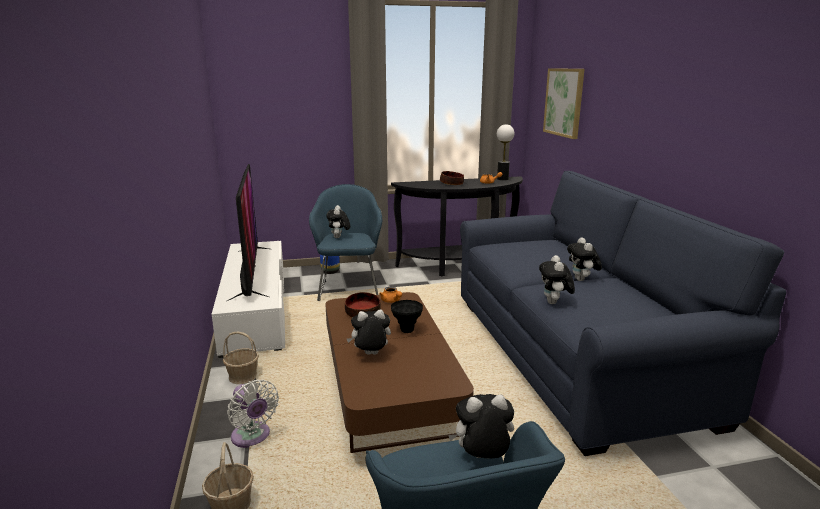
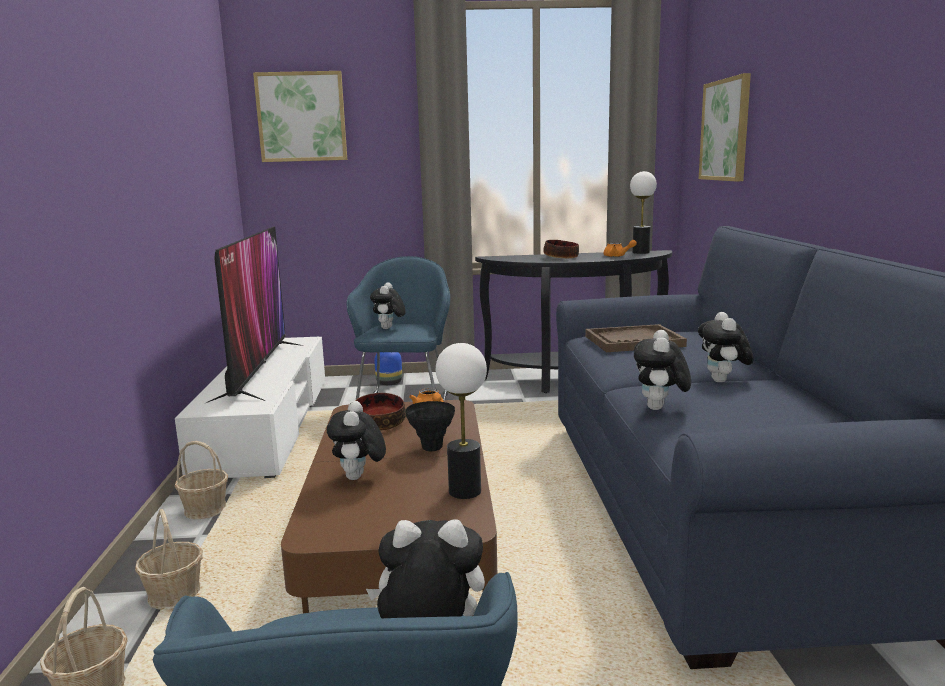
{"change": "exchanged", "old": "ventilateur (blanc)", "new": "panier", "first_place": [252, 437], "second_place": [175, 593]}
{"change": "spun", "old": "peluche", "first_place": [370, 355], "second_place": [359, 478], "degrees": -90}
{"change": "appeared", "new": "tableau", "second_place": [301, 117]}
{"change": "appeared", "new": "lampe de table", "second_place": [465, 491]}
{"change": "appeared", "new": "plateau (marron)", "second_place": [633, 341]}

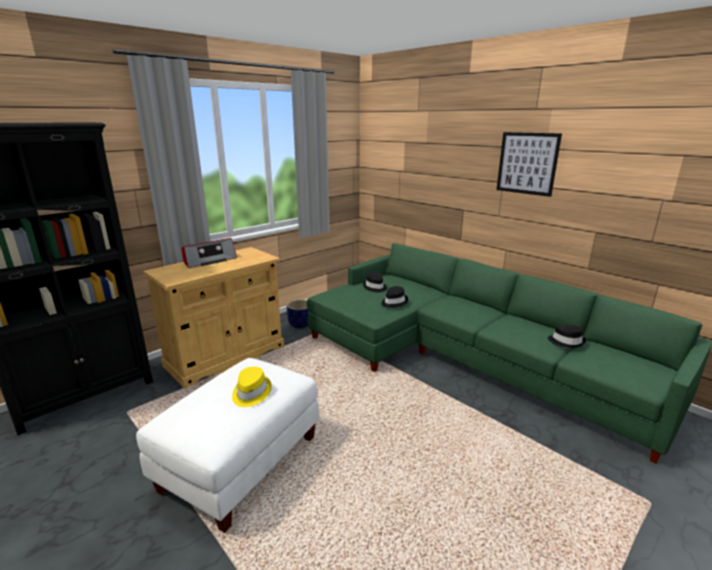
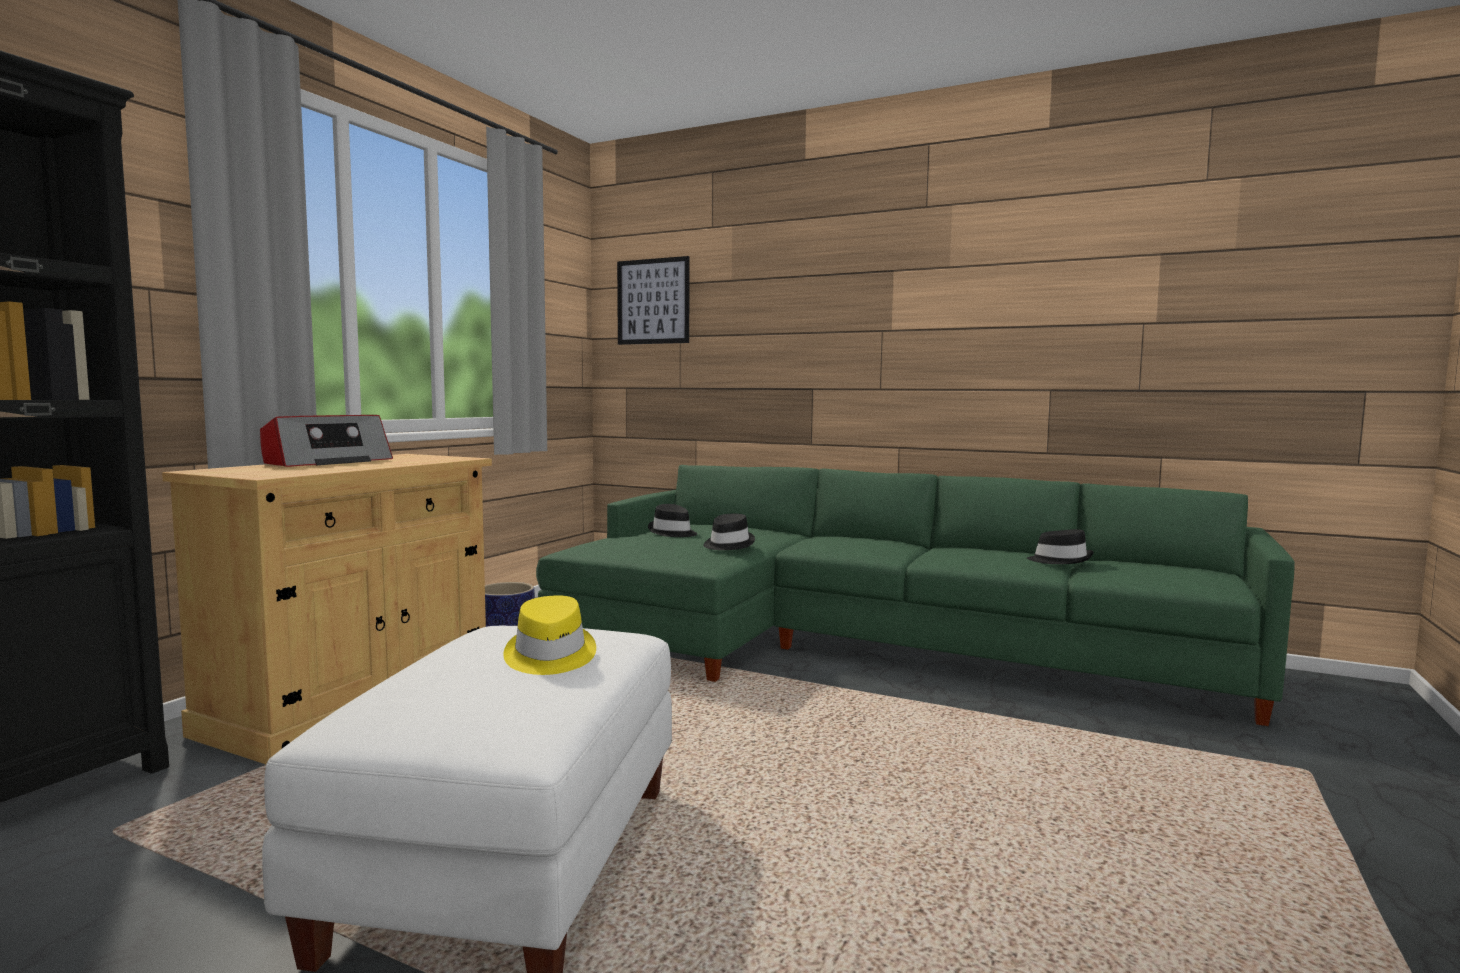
{"change": "relocated", "old": "tableau", "first_place": [527, 163], "second_place": [653, 301]}

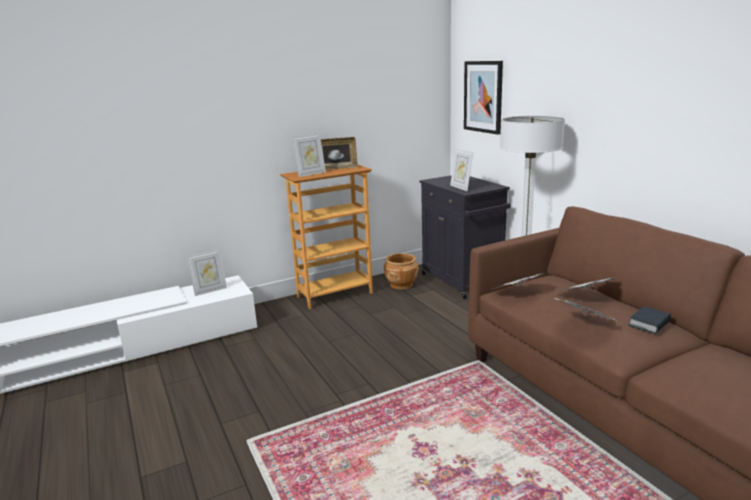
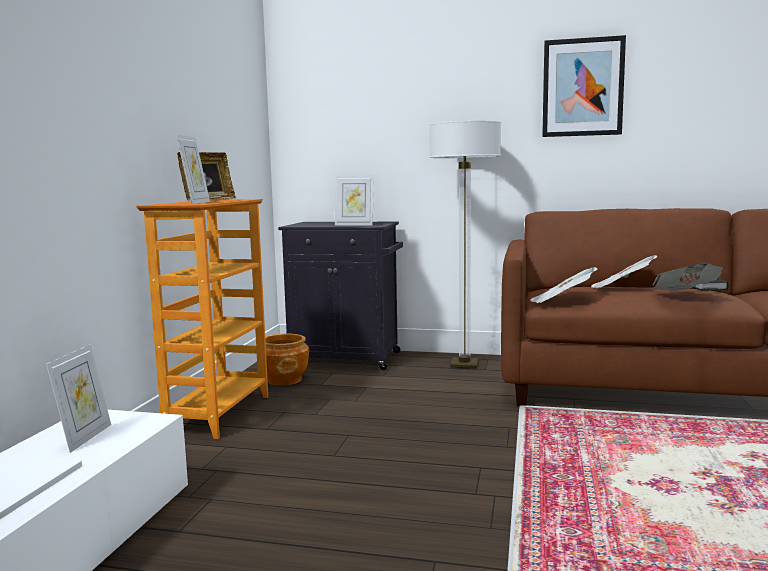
{"change": "relocated", "old": "tableau", "first_place": [483, 97], "second_place": [582, 87]}

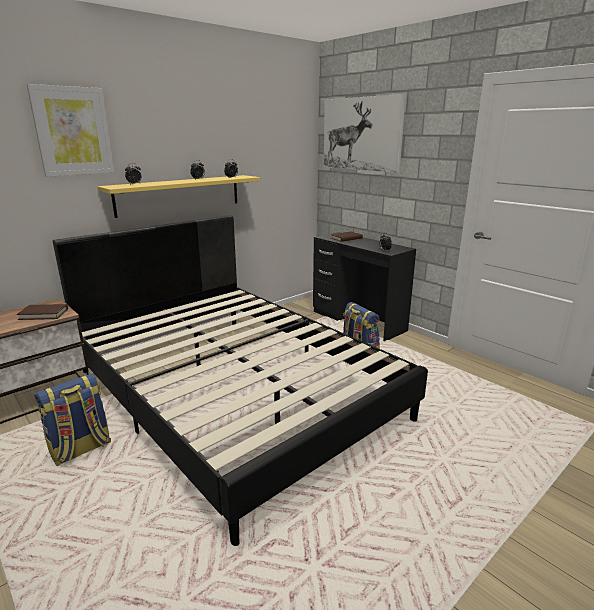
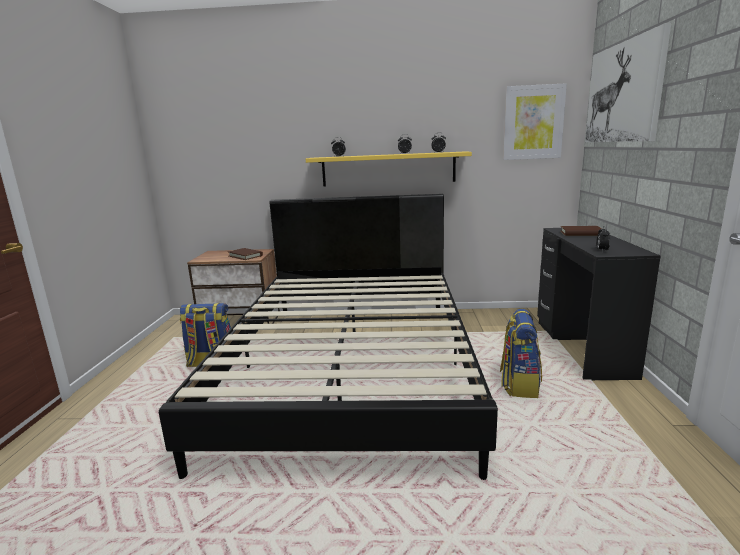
{"change": "relocated", "old": "tableau", "first_place": [73, 131], "second_place": [533, 122]}

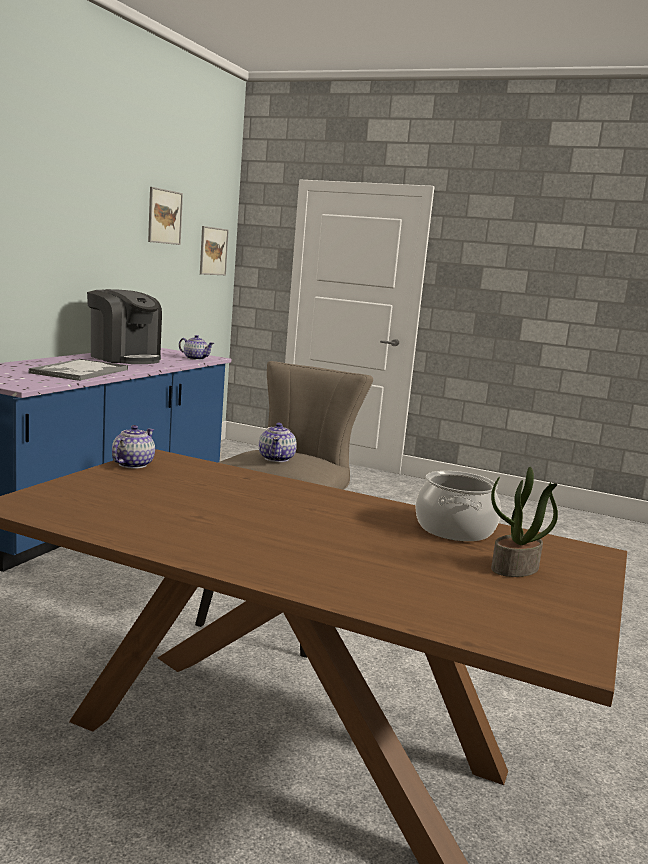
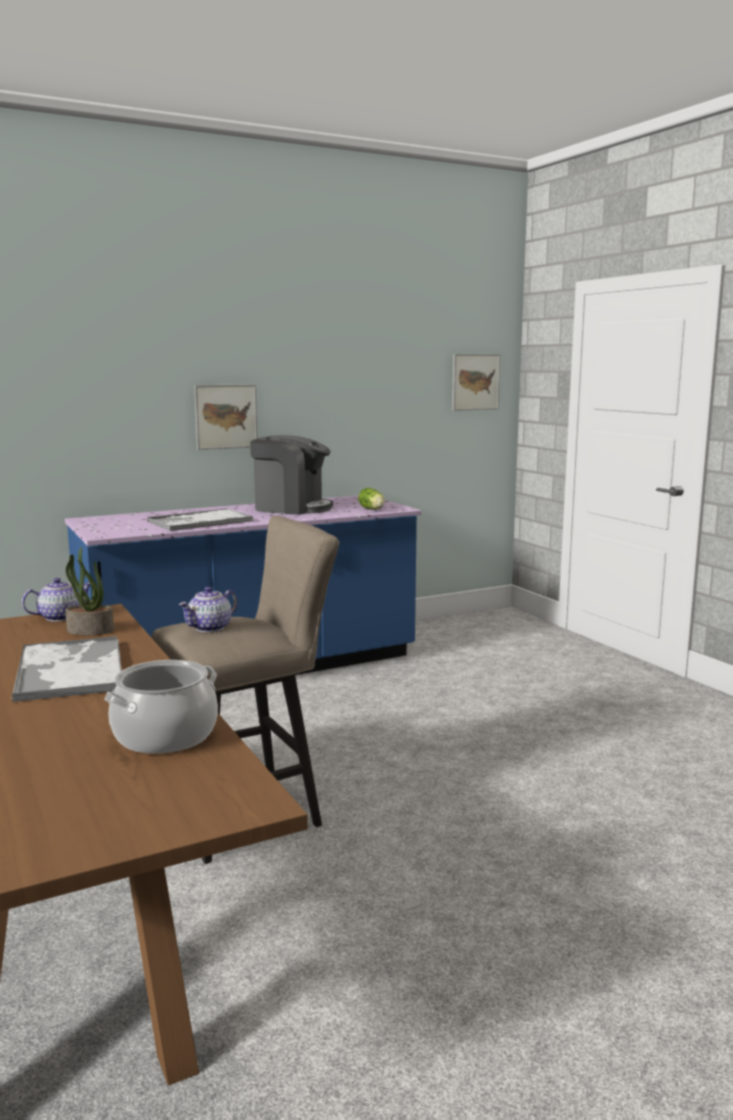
{"change": "spun", "old": "machine à café", "first_place": [124, 358], "second_place": [291, 508], "degrees": -60}
{"change": "relocated", "old": "tableau", "first_place": [164, 216], "second_place": [226, 416]}
{"change": "exchanged", "old": "théière", "new": "laitue", "first_place": [195, 358], "second_place": [372, 509]}
{"change": "relocated", "old": "plante en pot", "first_place": [515, 569], "second_place": [89, 631]}
{"change": "appeared", "new": "plateau", "second_place": [70, 669]}

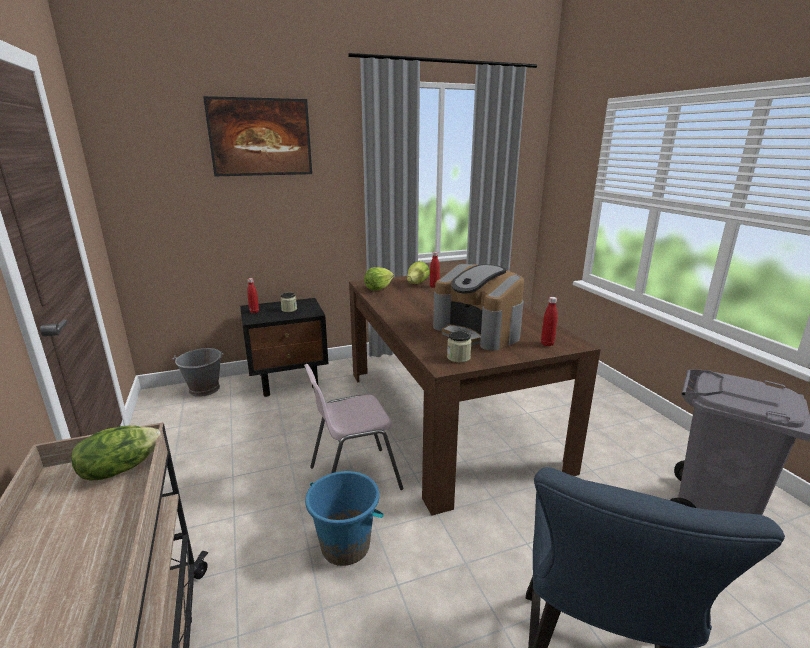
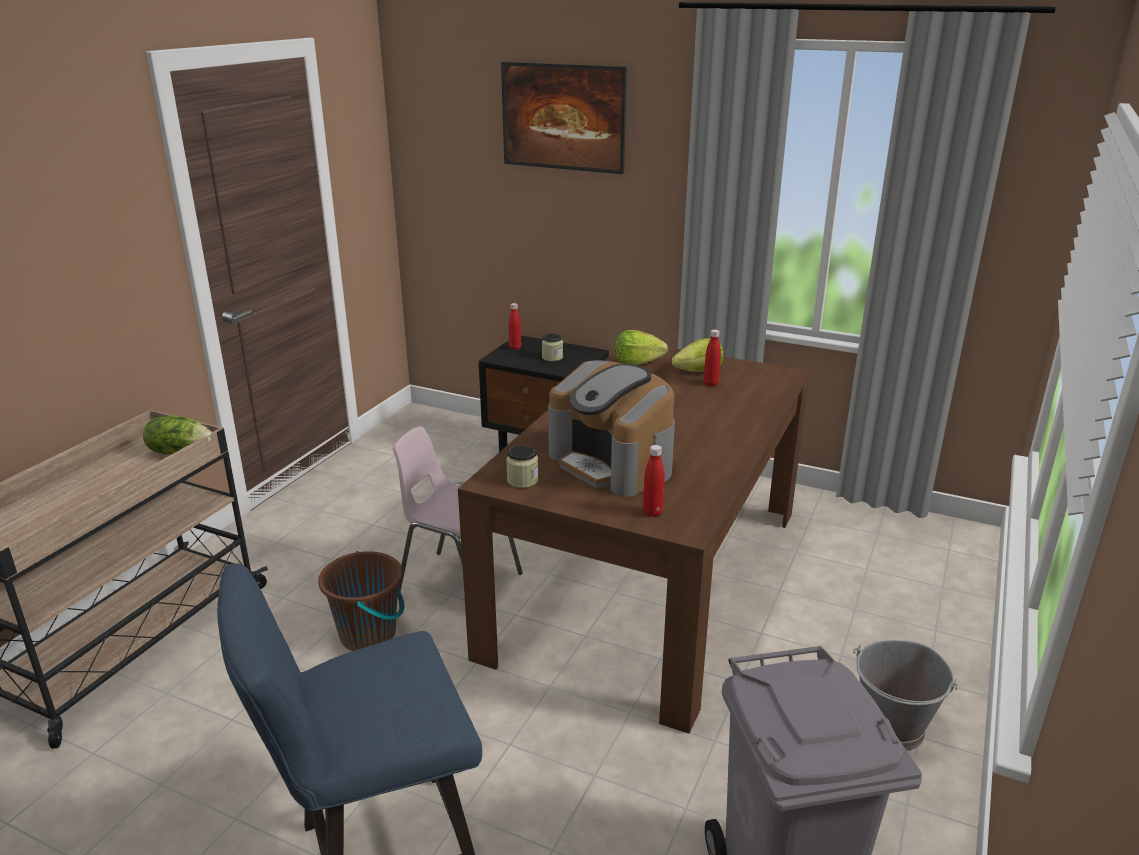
{"change": "relocated", "old": "seau (gris)", "first_place": [205, 389], "second_place": [893, 728]}
{"change": "colour", "old": "seau (bleu)", "new": "seau (marron)", "first_place": [346, 546], "second_place": [368, 635]}
{"change": "spun", "old": "machine à café", "first_place": [478, 332], "second_place": [613, 463], "degrees": -45}

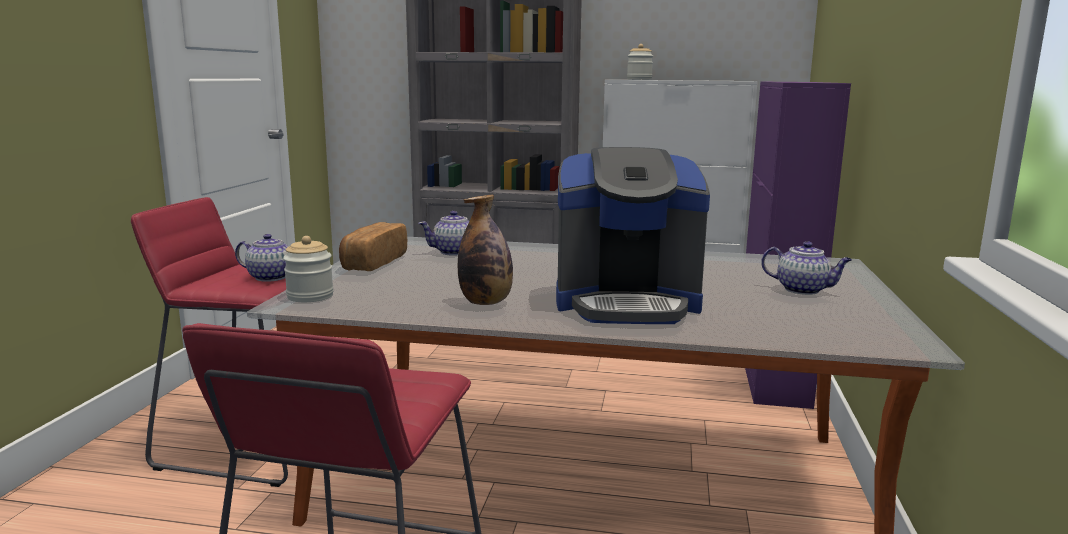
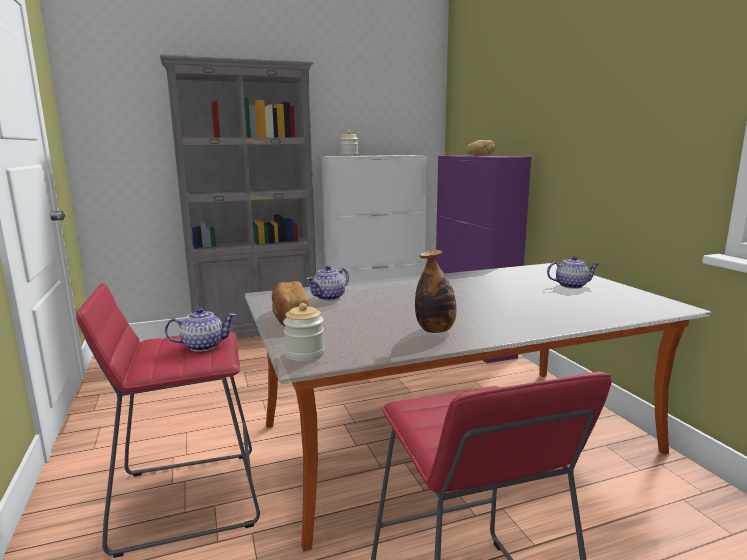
{"change": "missing", "old": "machine à café", "first_place": [627, 303]}
{"change": "appeared", "new": "pain", "second_place": [479, 156]}

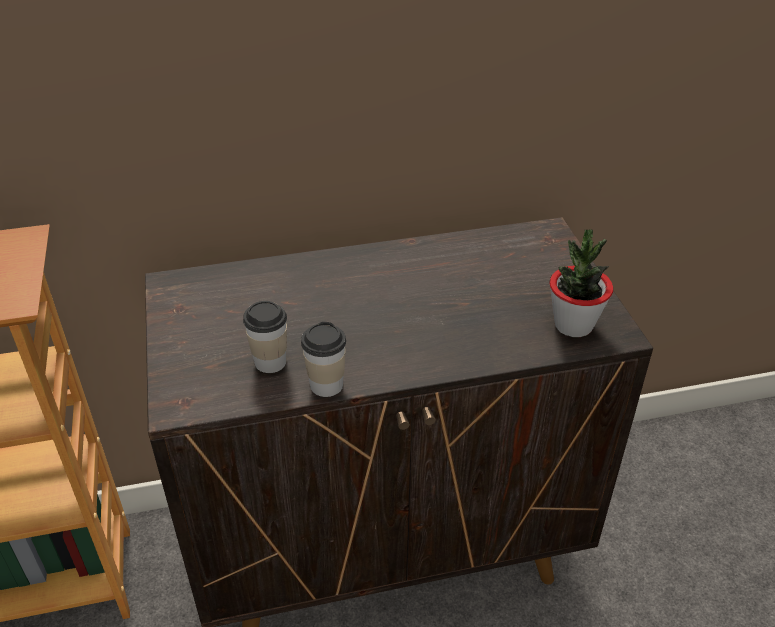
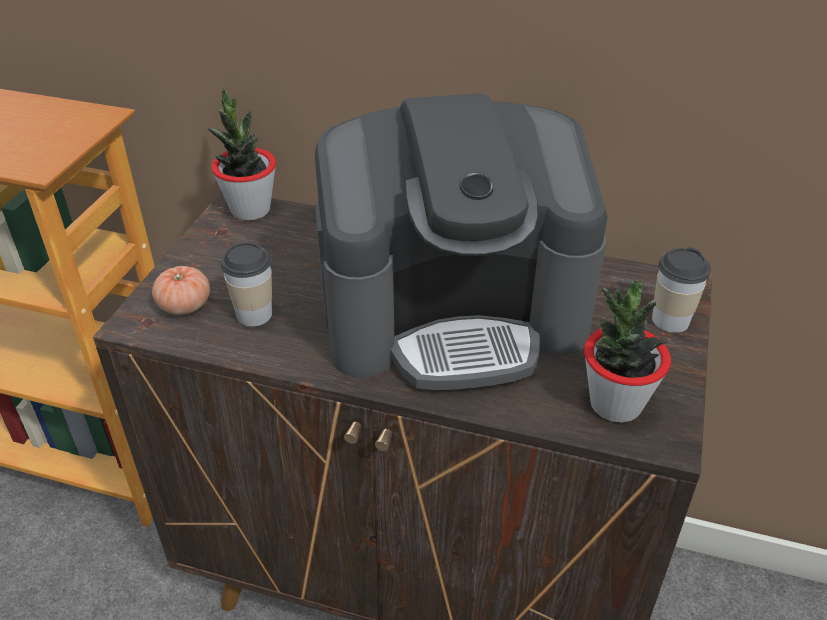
{"change": "relocated", "old": "tasse", "first_place": [326, 385], "second_place": [670, 320]}
{"change": "appeared", "new": "tomate", "second_place": [184, 305]}
{"change": "appeared", "new": "plante en pot", "second_place": [250, 210]}
{"change": "appeared", "new": "machine à café", "second_place": [454, 312]}

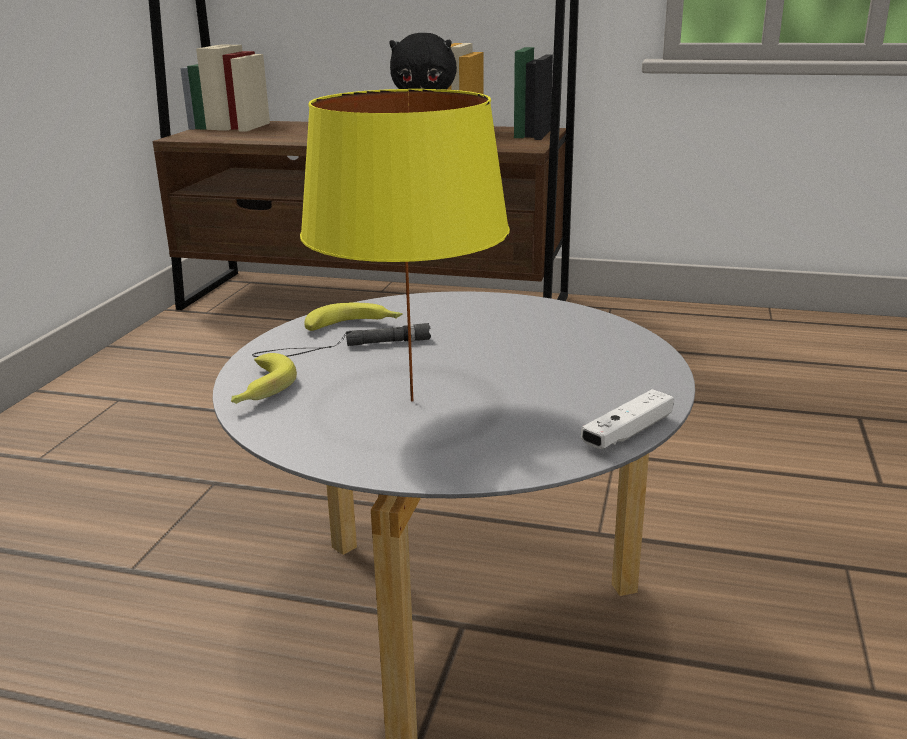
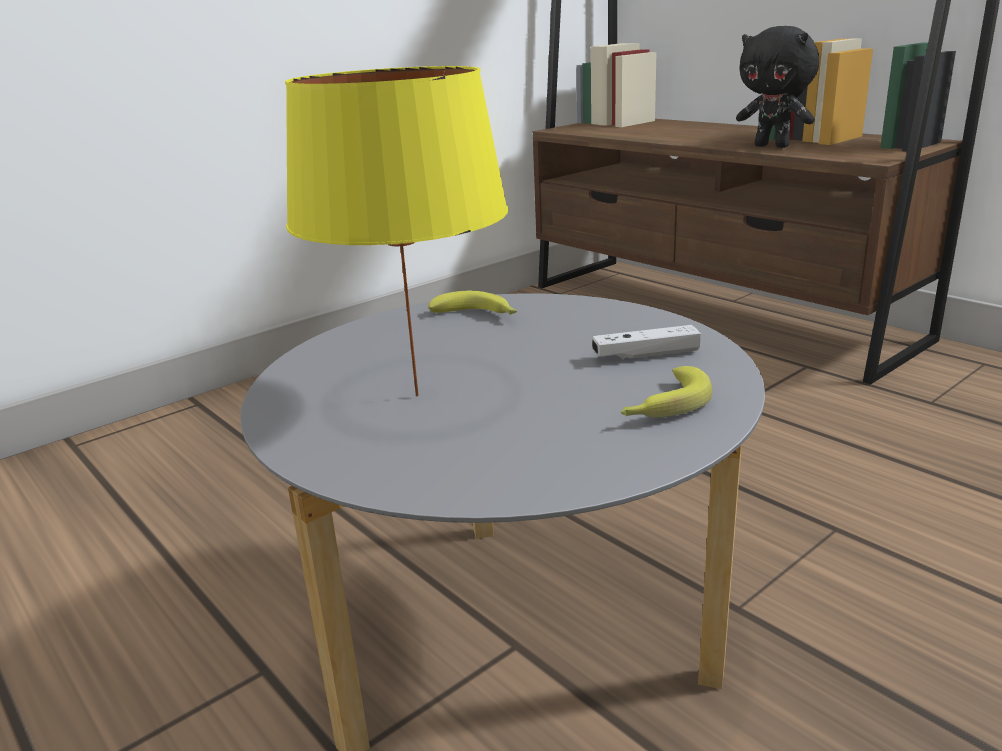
{"change": "relocated", "old": "banane", "first_place": [259, 390], "second_place": [663, 406]}
{"change": "missing", "old": "lampe de poche (noir)", "first_place": [342, 347]}
{"change": "relocated", "old": "manette (blanc)", "first_place": [627, 433], "second_place": [646, 355]}

